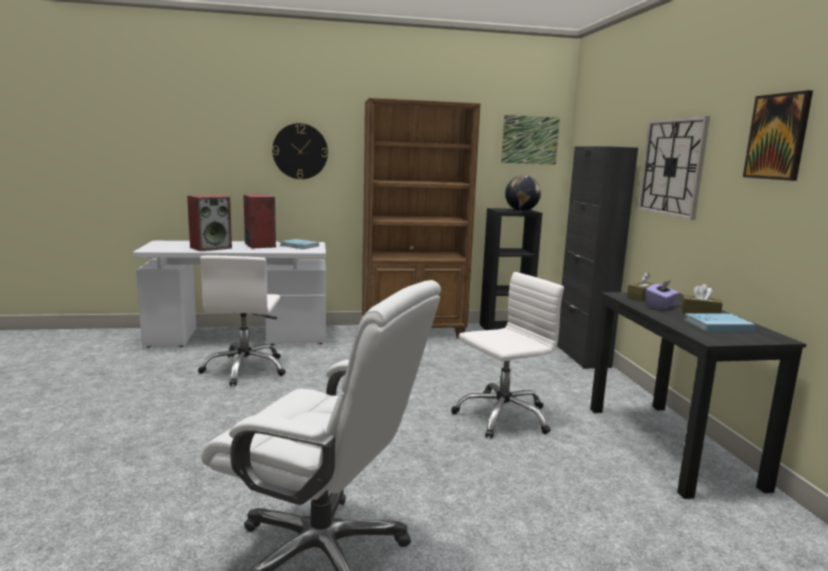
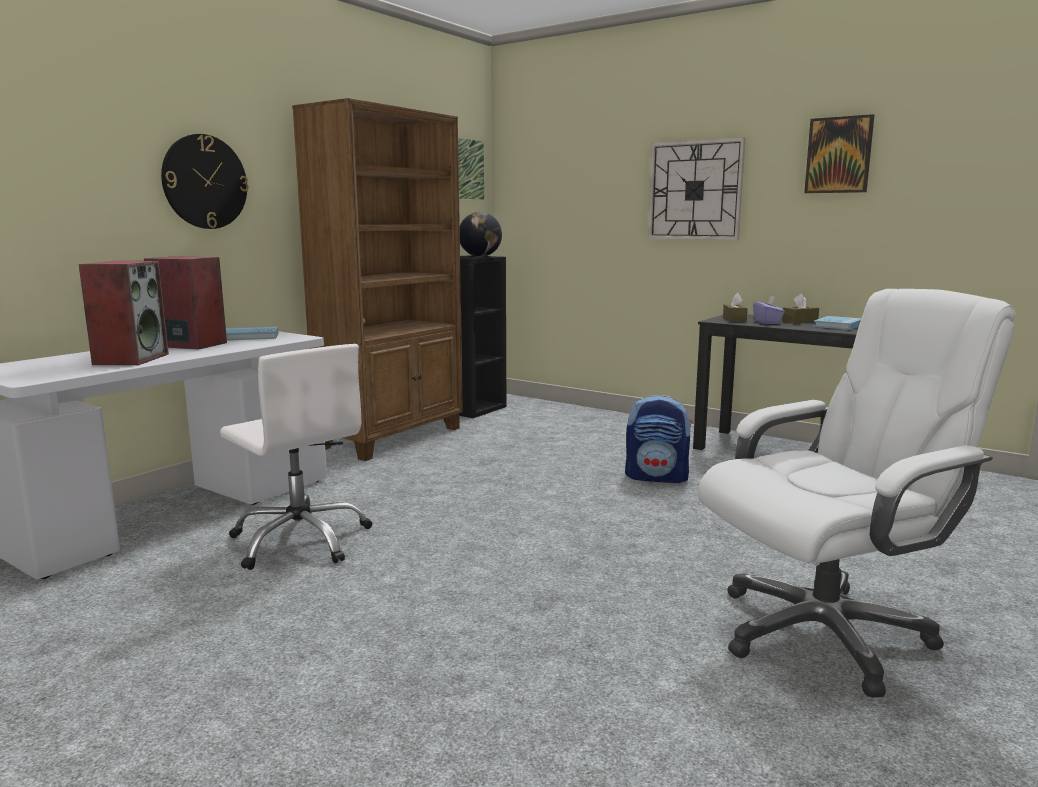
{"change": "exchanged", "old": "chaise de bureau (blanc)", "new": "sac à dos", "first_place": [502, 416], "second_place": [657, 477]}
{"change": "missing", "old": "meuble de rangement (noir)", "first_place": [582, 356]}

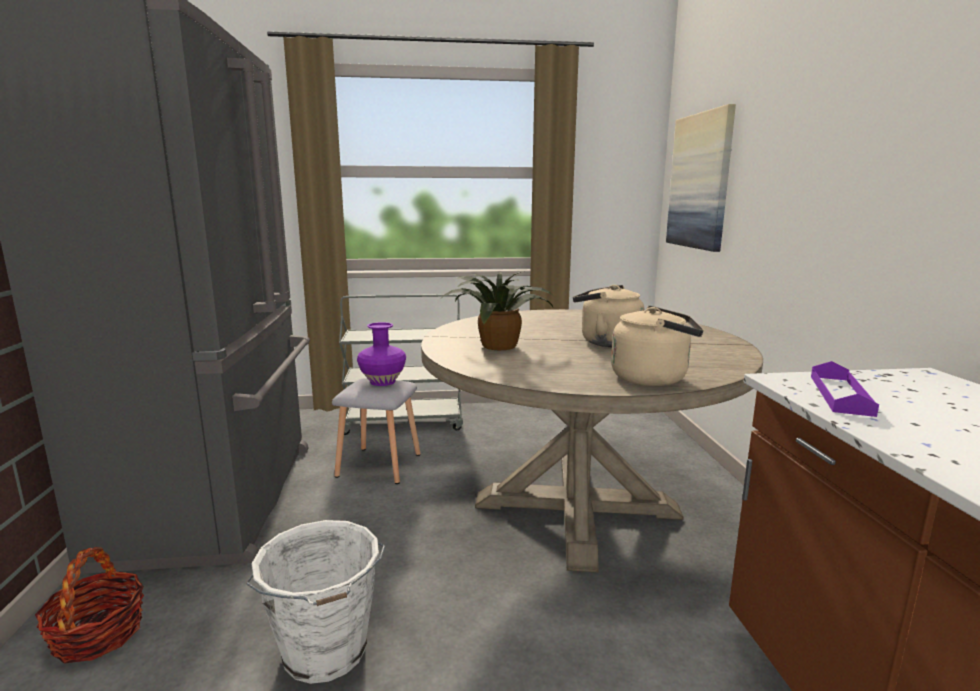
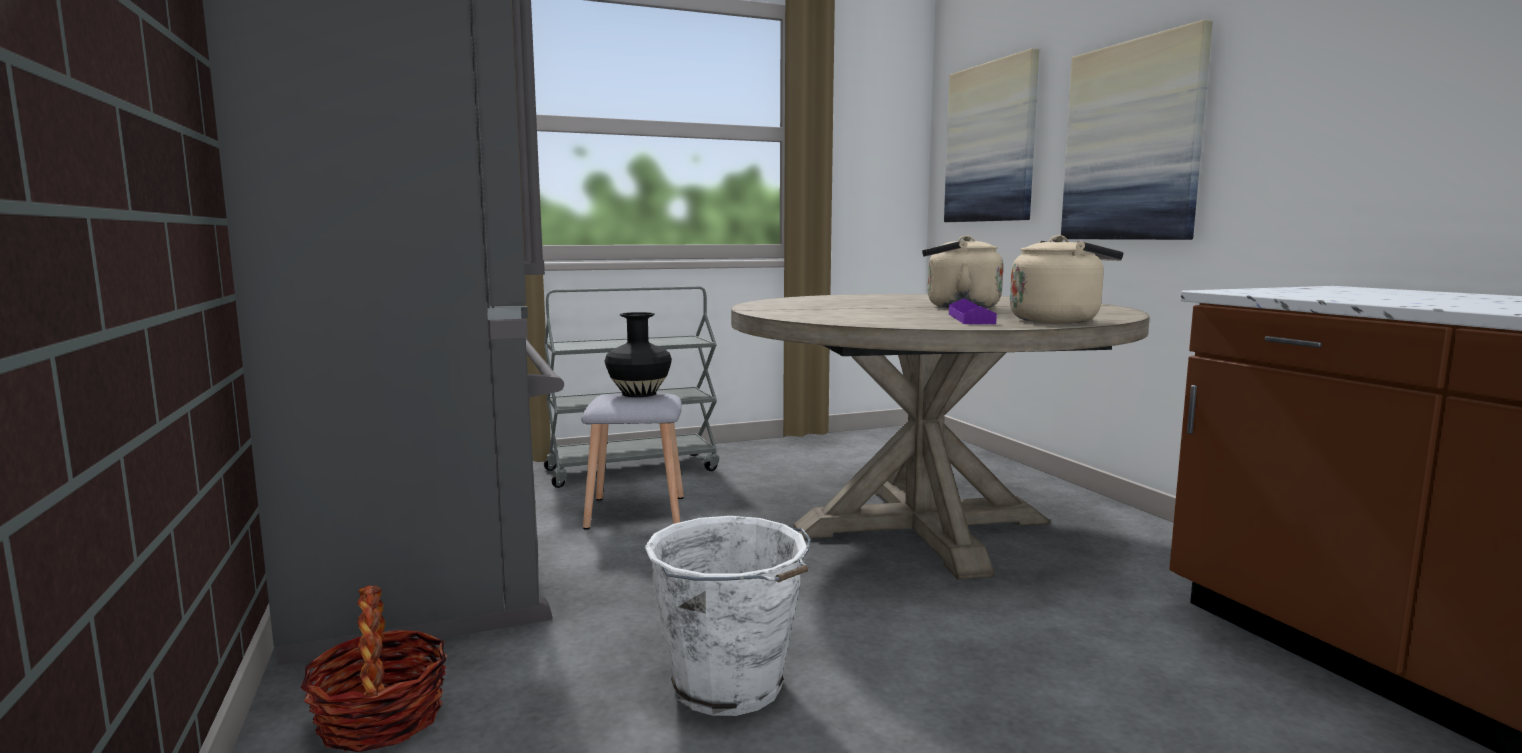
{"change": "colour", "old": "vase (violet)", "new": "vase (noir)", "first_place": [382, 381], "second_place": [639, 393]}
{"change": "missing", "old": "plante en pot", "first_place": [497, 345]}
{"change": "relocated", "old": "plateau (violet)", "first_place": [840, 394], "second_place": [970, 319]}
{"change": "appeared", "new": "tableau", "second_place": [1132, 142]}

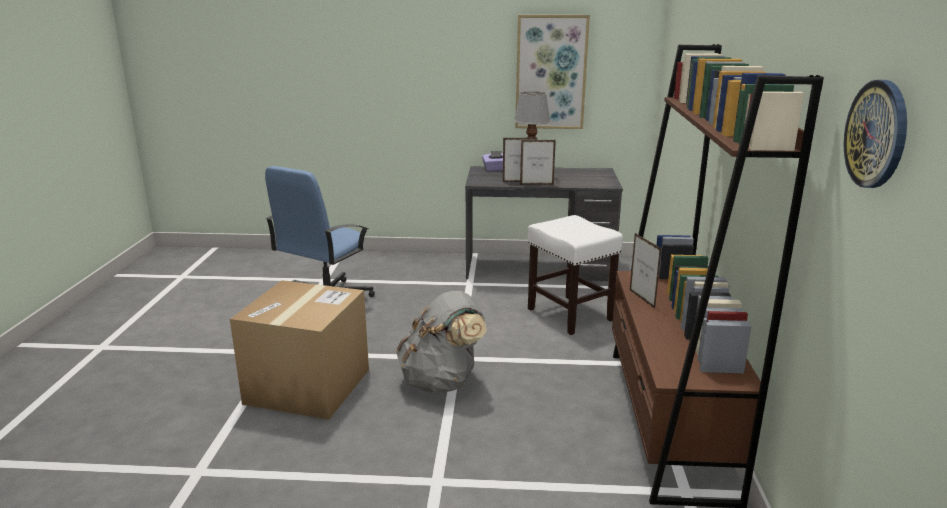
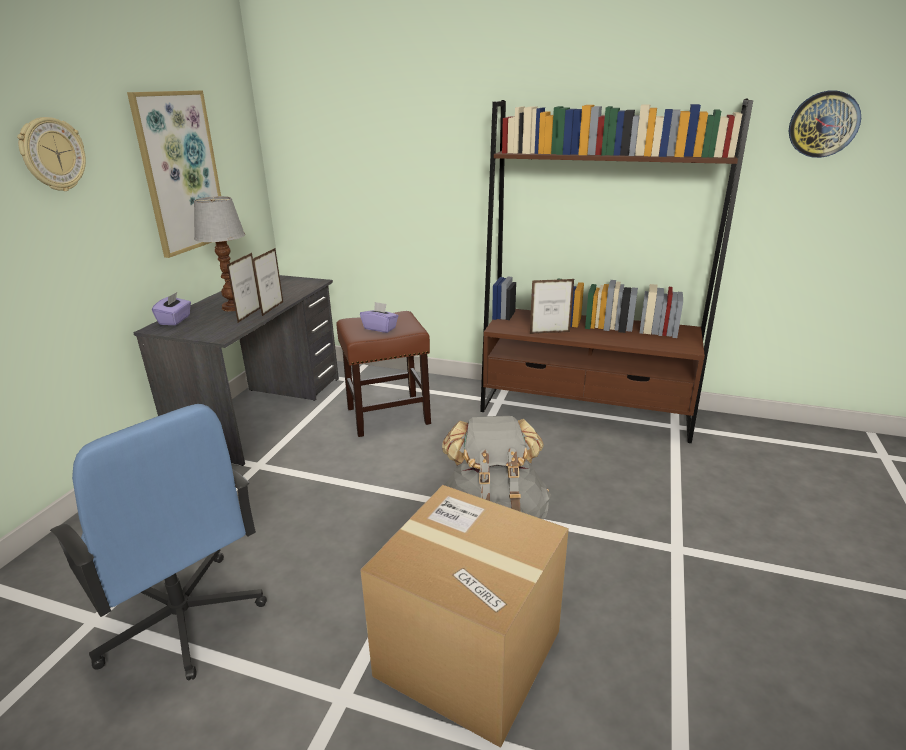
{"change": "colour", "old": "tabouret (blanc)", "new": "tabouret (marron)", "first_place": [569, 314], "second_place": [387, 416]}
{"change": "appeared", "new": "horloge murale", "second_place": [52, 154]}
{"change": "appeared", "new": "boîte à mouchoirs (violet)", "second_place": [380, 328]}

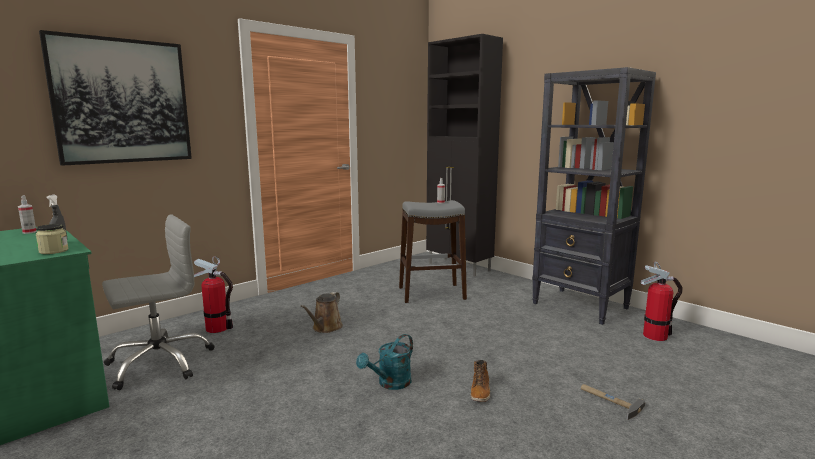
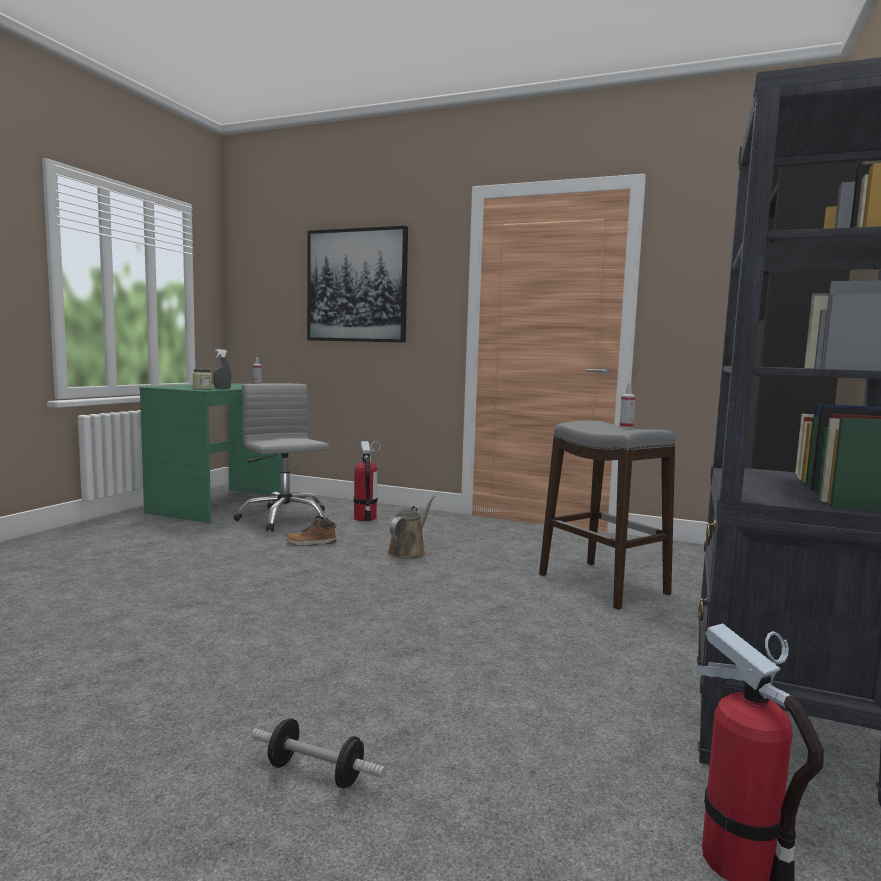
{"change": "spun", "old": "chaise de bureau (gris)", "first_place": [160, 363], "second_place": [284, 518], "degrees": -150}
{"change": "spun", "old": "arrosoir (marron)", "first_place": [325, 328], "second_place": [408, 552], "degrees": 120}
{"change": "missing", "old": "arrosoir (turquoise)", "first_place": [390, 384]}
{"change": "relocated", "old": "botte", "first_place": [480, 391], "second_place": [310, 543]}
{"change": "exchanged", "old": "marteau", "new": "haltère", "first_place": [608, 401], "second_place": [316, 773]}

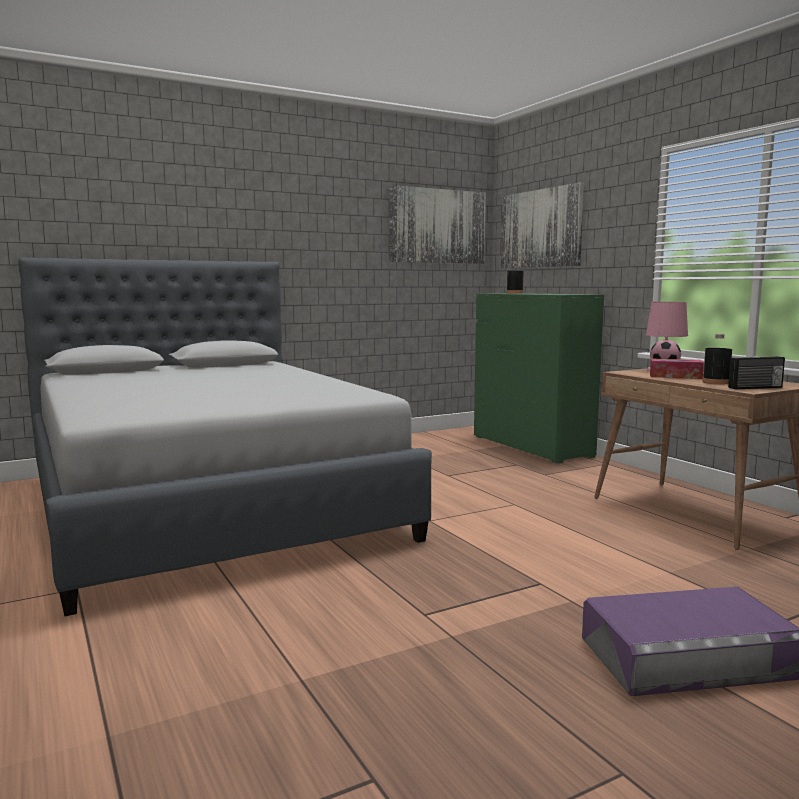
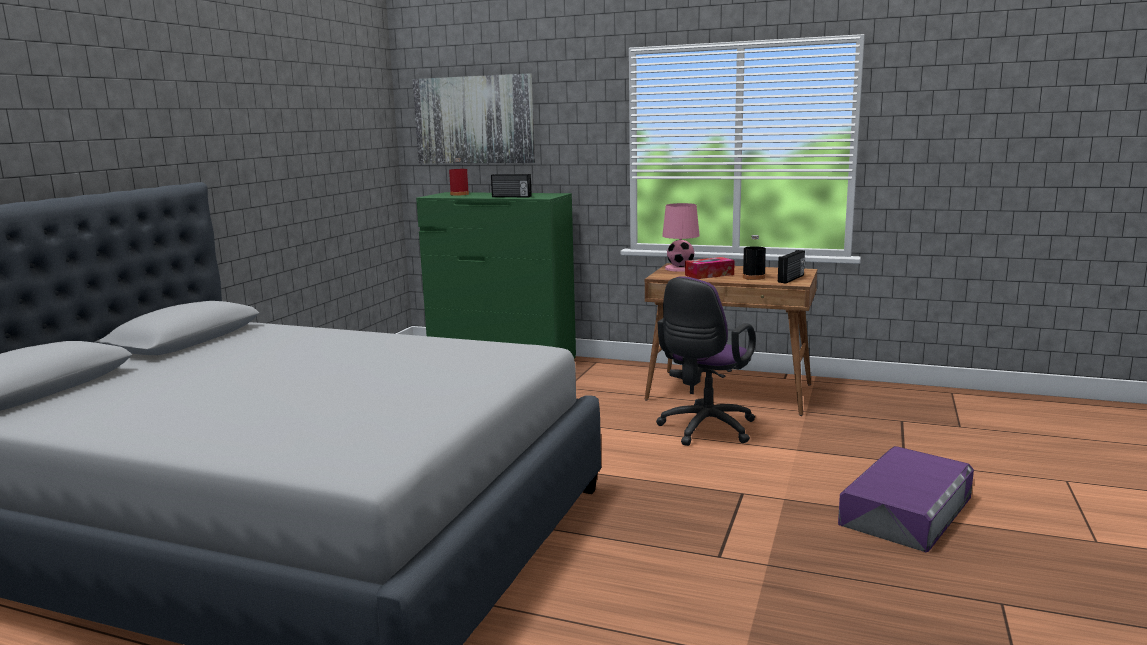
{"change": "missing", "old": "tableau", "first_place": [437, 226]}
{"change": "colour", "old": "bouteille (noir)", "new": "bouteille (rouge)", "first_place": [514, 293], "second_place": [459, 194]}
{"change": "appeared", "new": "radio", "second_place": [511, 197]}
{"change": "appeared", "new": "chaise de bureau (violet)", "second_place": [704, 430]}

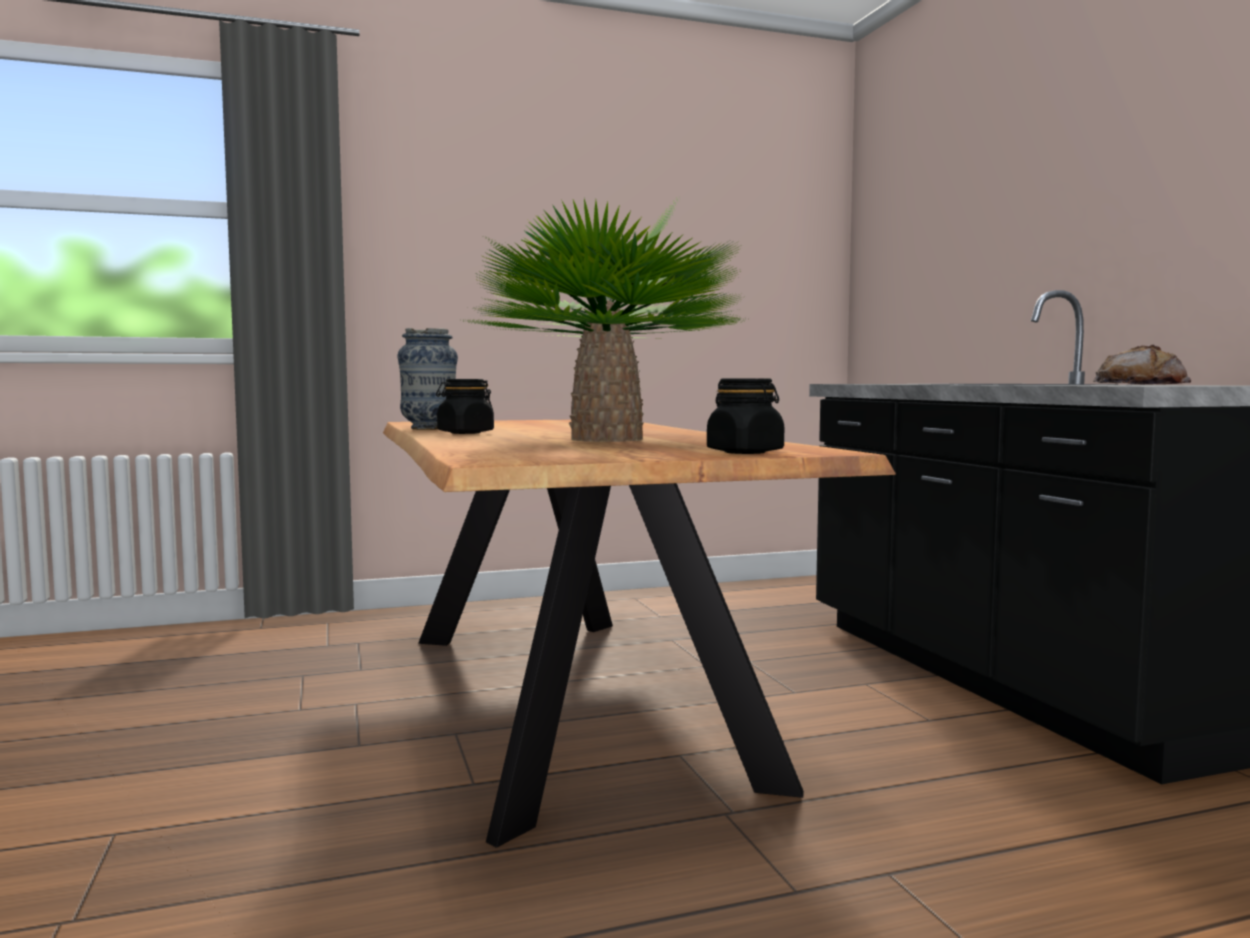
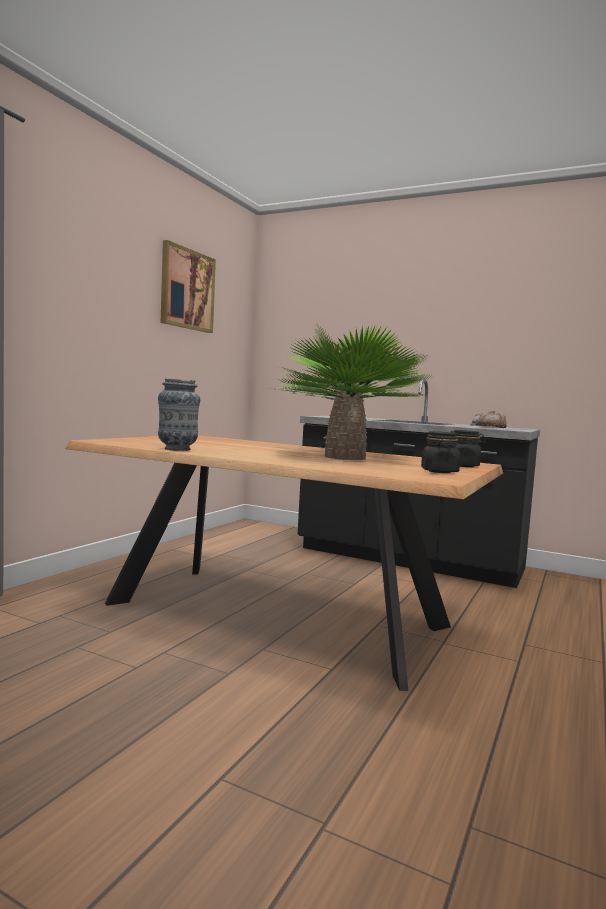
{"change": "relocated", "old": "bocal (noir)", "first_place": [465, 433], "second_place": [439, 471]}
{"change": "appeared", "new": "tableau", "second_place": [187, 289]}

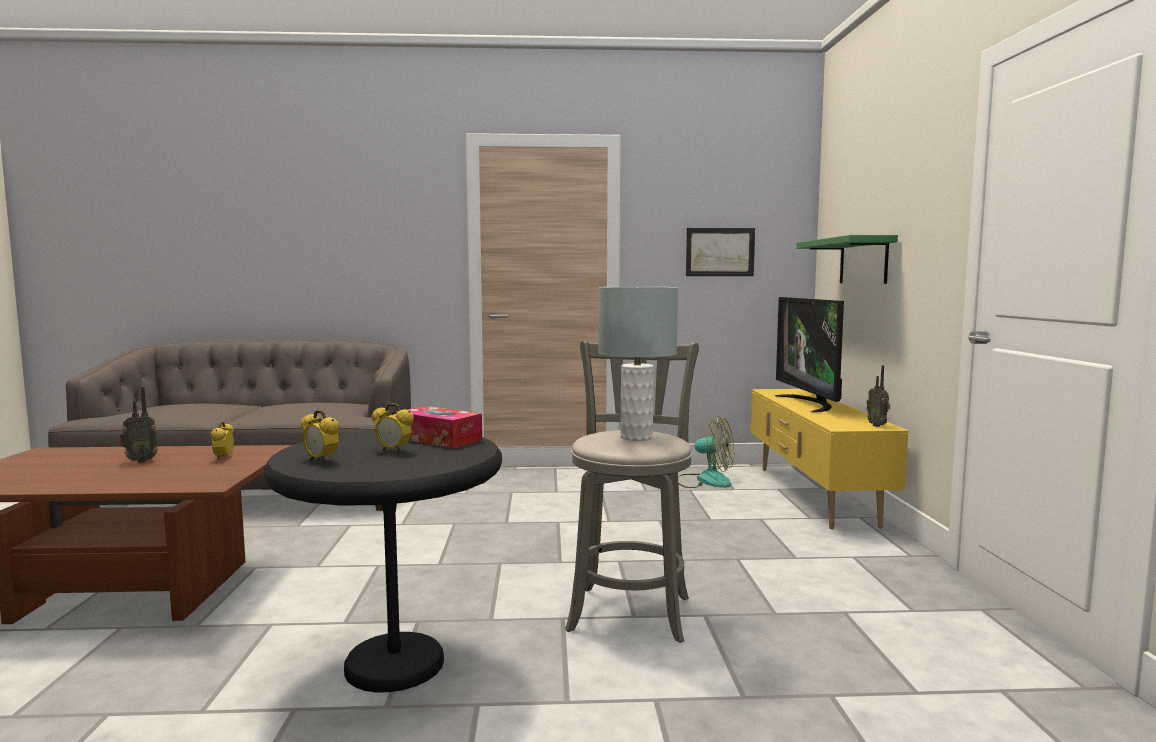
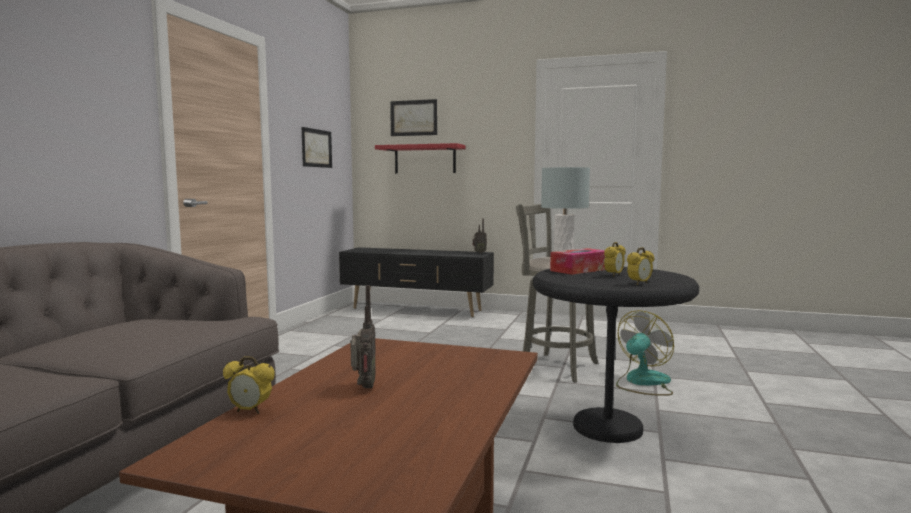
{"change": "relocated", "old": "réveil", "first_place": [223, 458], "second_place": [250, 411]}
{"change": "relocated", "old": "ventilateur", "first_place": [705, 480], "second_place": [642, 382]}
{"change": "colour", "old": "meuble télé (jaune)", "new": "meuble télé (noir)", "first_place": [813, 495], "second_place": [417, 310]}
{"change": "missing", "old": "téléviseur", "first_place": [810, 403]}
{"change": "colour", "old": "étagère (vert)", "new": "étagère (rouge)", "first_place": [863, 261], "second_place": [425, 159]}
{"change": "appeared", "new": "tableau", "second_place": [413, 118]}

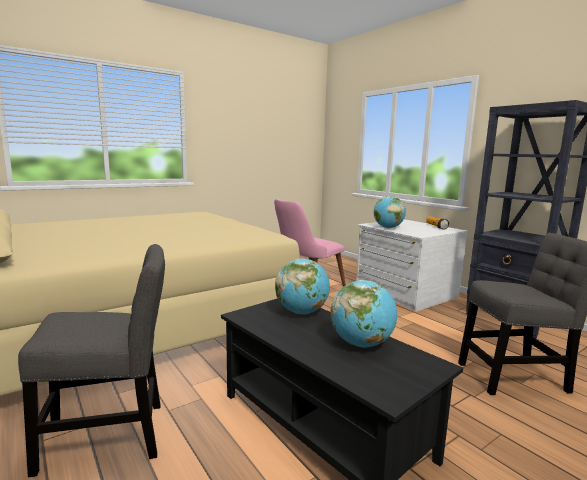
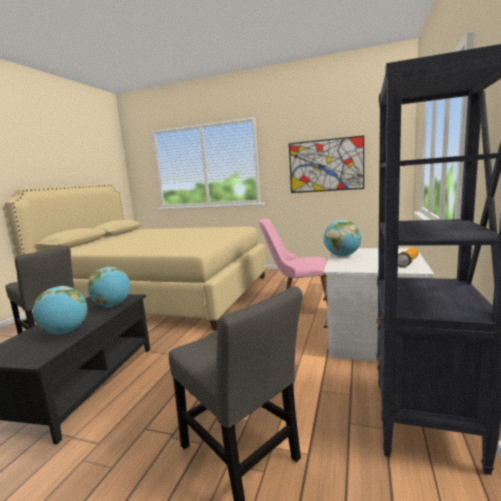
{"change": "appeared", "new": "tableau", "second_place": [325, 165]}

